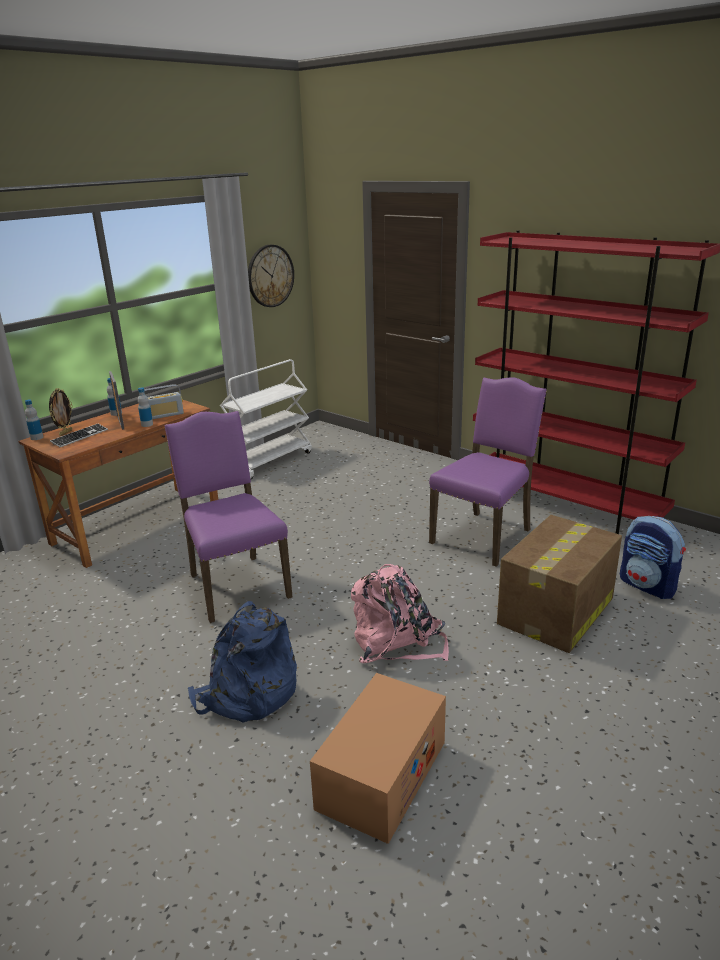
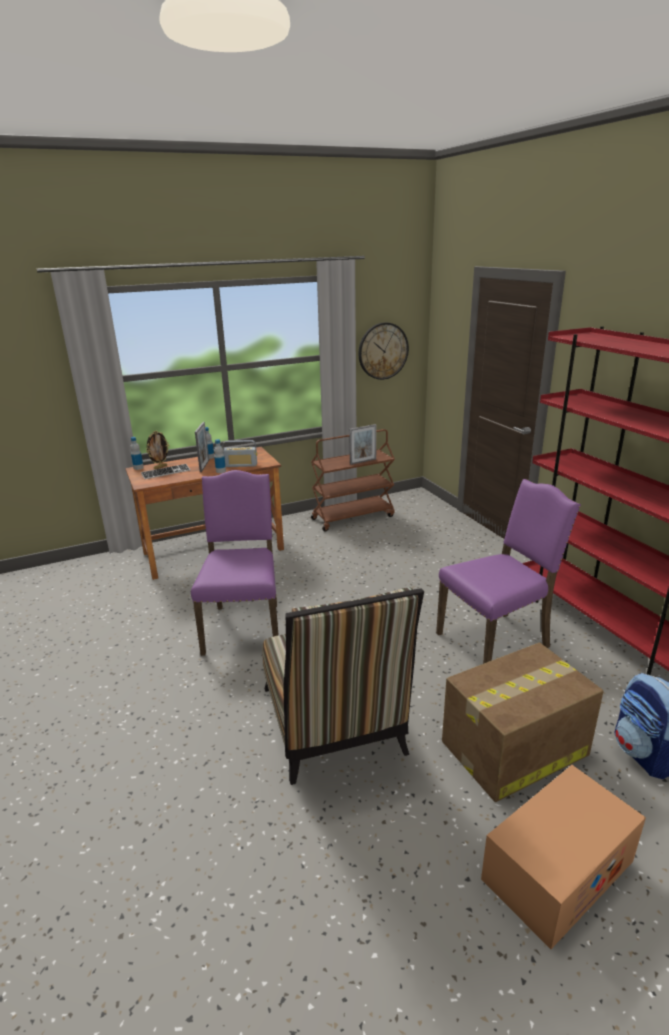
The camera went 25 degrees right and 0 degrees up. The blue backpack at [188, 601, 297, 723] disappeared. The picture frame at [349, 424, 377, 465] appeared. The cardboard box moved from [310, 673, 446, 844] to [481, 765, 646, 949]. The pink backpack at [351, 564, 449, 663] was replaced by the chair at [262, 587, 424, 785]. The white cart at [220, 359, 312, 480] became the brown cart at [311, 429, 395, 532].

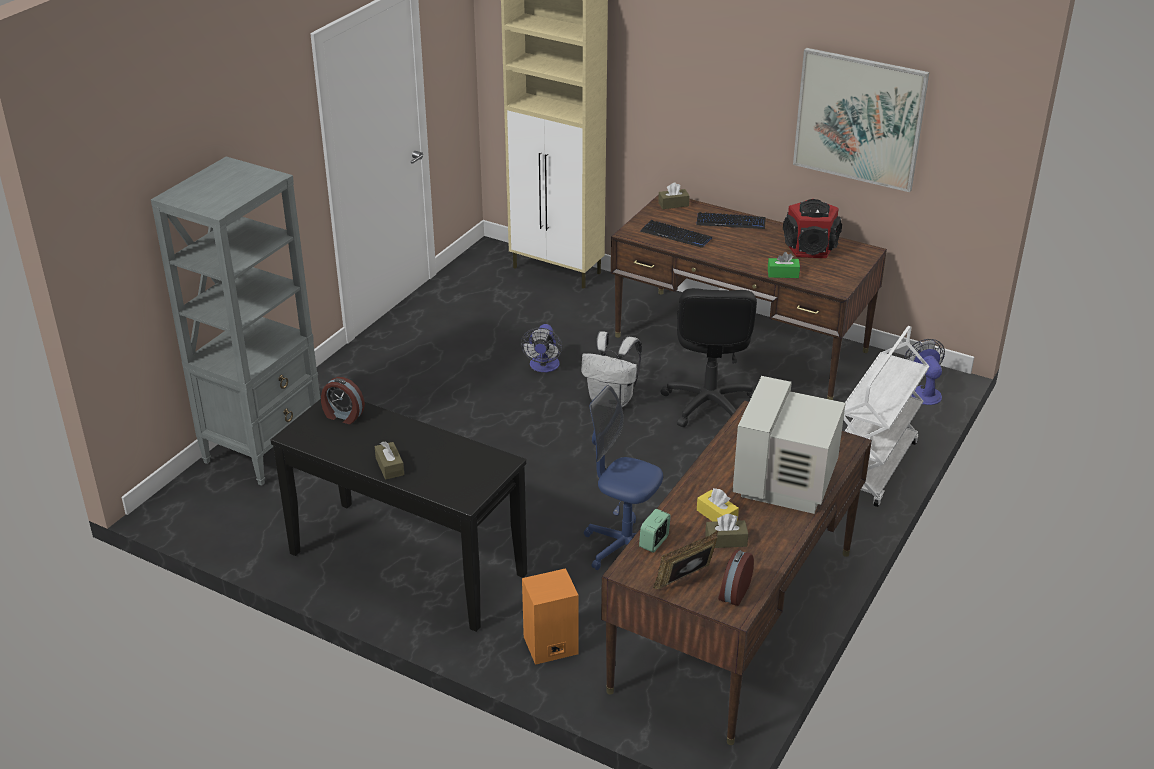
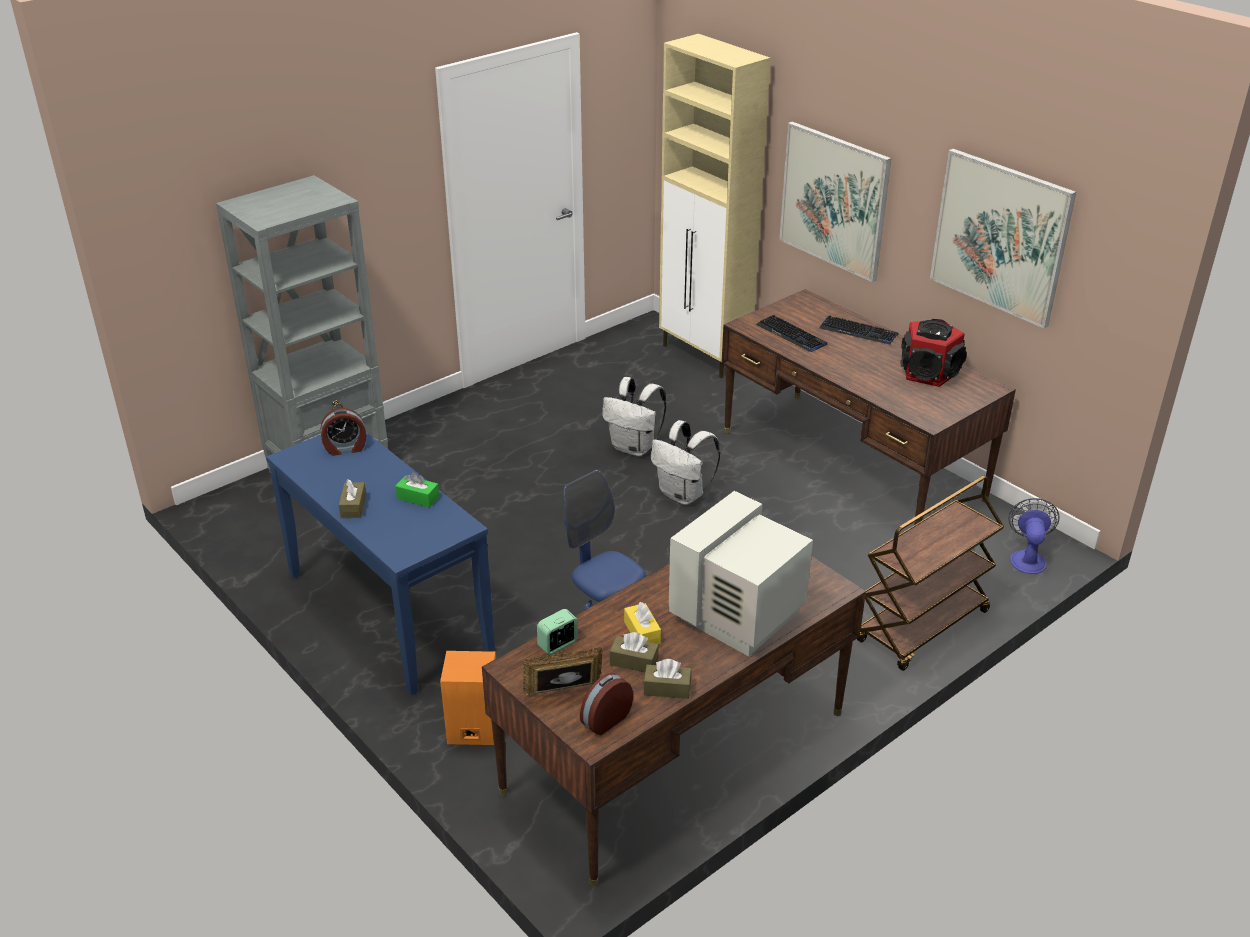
The camera went 20 degrees right and 0 degrees up. The black office chair at [660, 288, 757, 427] disappeared. The picture at [779, 122, 891, 282] appeared. The brown tissue box moved from [658, 182, 689, 209] to [644, 659, 692, 699]. The green tissue box moved from [768, 252, 800, 278] to [395, 472, 439, 508]. The fan at [521, 324, 562, 372] was replaced by the white backpack at [602, 377, 666, 456]. The black console table at [271, 399, 527, 632] became the blue console table at [266, 432, 495, 695]. The white cart at [843, 326, 929, 507] became the brown cart at [857, 476, 1004, 671]. The alarm clock at [321, 377, 365, 424] turned 60 degrees counterclockwise.

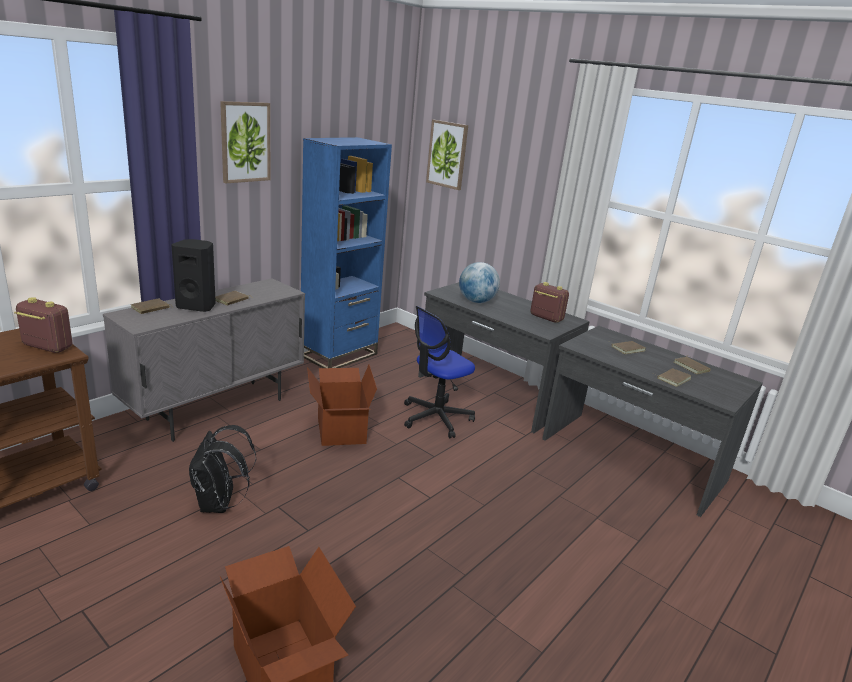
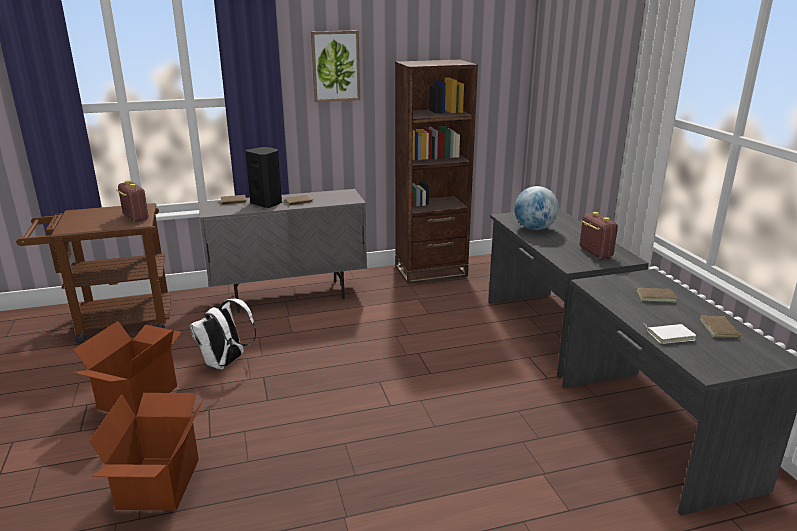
The camera went 35 degrees right and 0 degrees up. The office chair at [404, 306, 475, 438] disappeared. The picture at [426, 120, 468, 190] disappeared. The cardboard box moved from [307, 365, 377, 446] to [71, 321, 182, 416]. The black backpack at [189, 425, 256, 513] became the white backpack at [189, 298, 256, 370]. The blue bookcase at [301, 137, 392, 368] became the brown bookcase at [395, 60, 478, 284]. The brown book at [654, 368, 691, 387] became the white book at [645, 324, 697, 344].

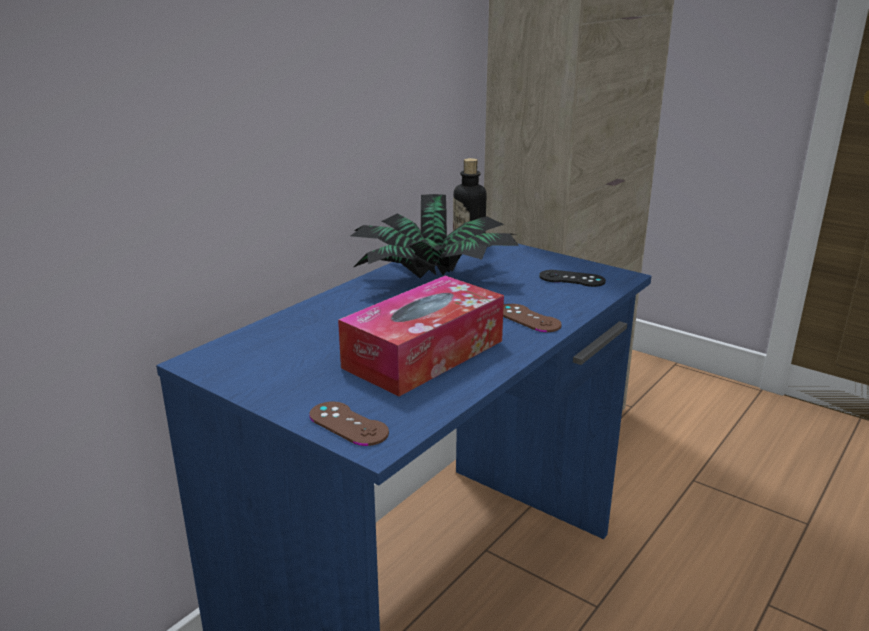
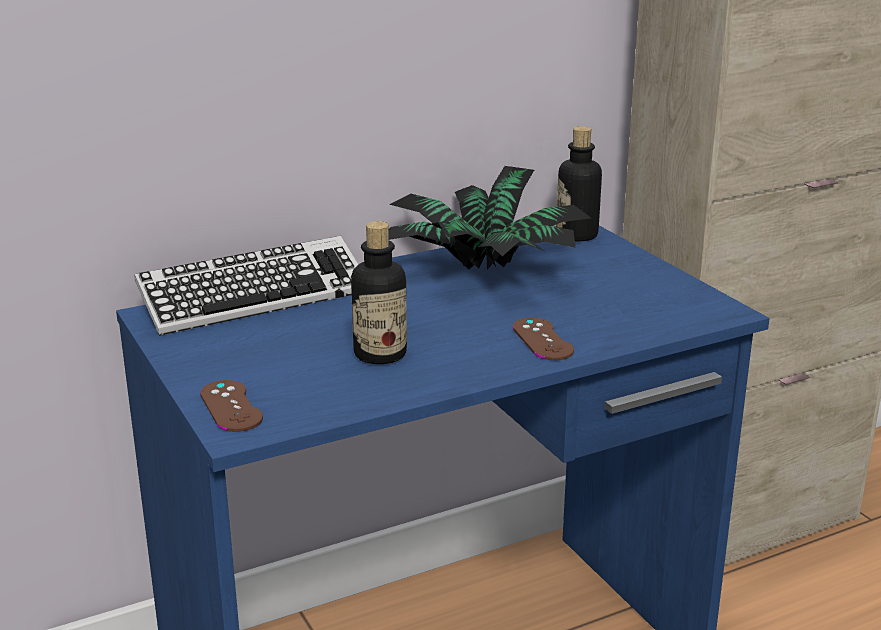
The camera went 25 degrees right and 0 degrees up. The black game controller at [539, 270, 606, 287] disappeared. The keyboard at [134, 236, 358, 336] appeared. The tissue box at [338, 275, 504, 396] was replaced by the bottle at [351, 221, 407, 364].

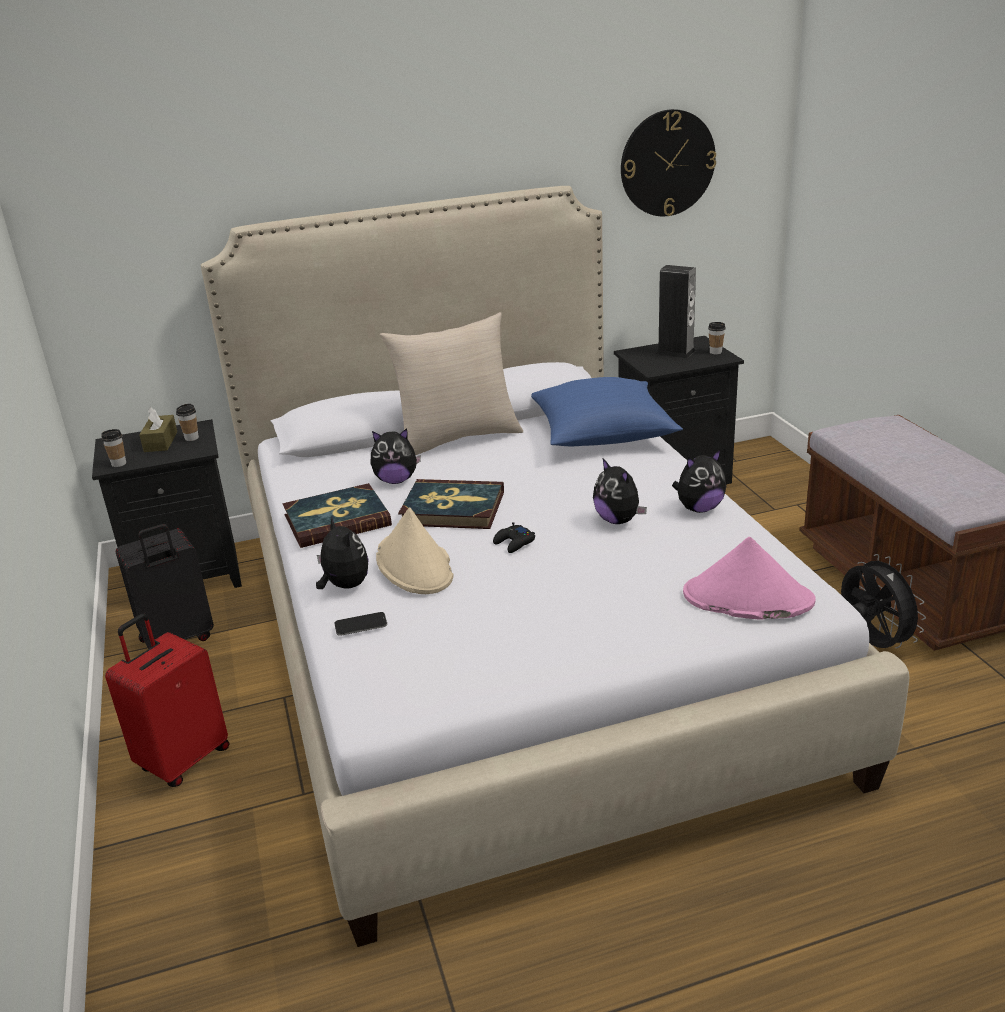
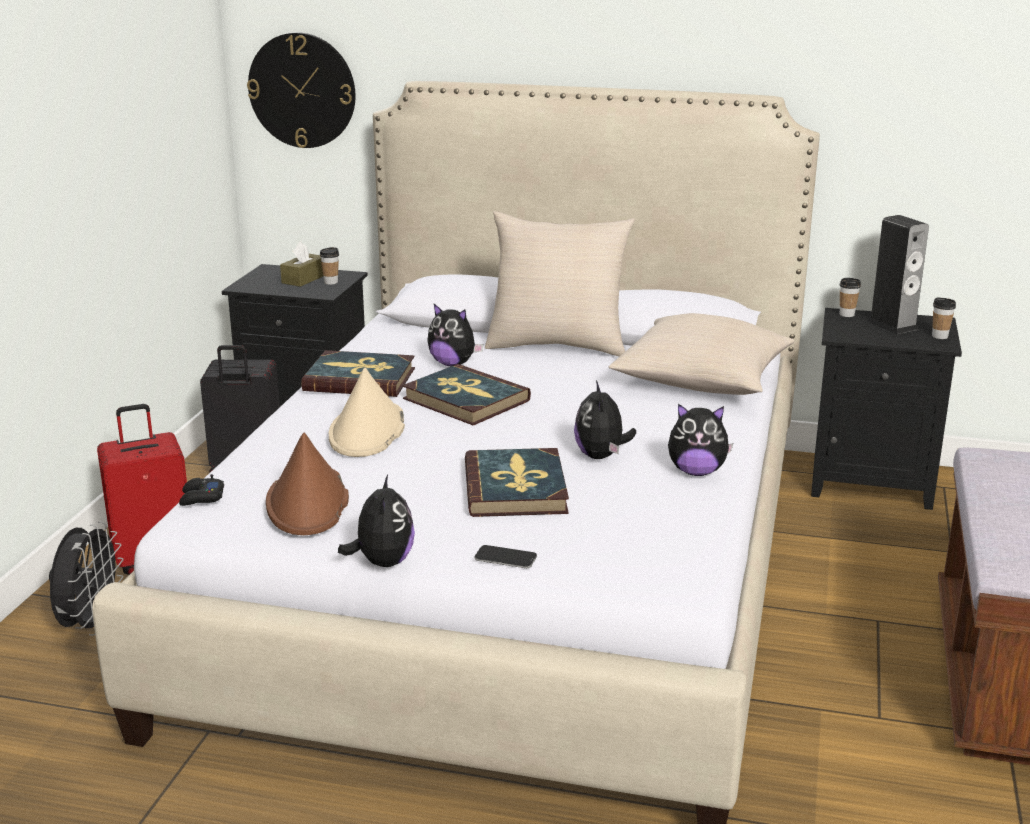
The camera went 30 degrees right and 5 degrees down. The pink hat at [683, 537, 816, 619] disappeared. The brown hat at [266, 432, 349, 535] appeared. The book at [465, 448, 569, 517] appeared. The cup moved from [101, 429, 126, 467] to [840, 278, 861, 317]. The plush toy moved from [316, 517, 368, 589] to [338, 475, 415, 567]. The phone moved from [335, 612, 387, 636] to [475, 545, 537, 568]. The black game controller moved from [493, 522, 535, 553] to [179, 474, 224, 506]. The wall clock moved from [621, 109, 716, 216] to [247, 32, 355, 148]. The black fan moved from [841, 554, 926, 648] to [49, 521, 124, 636]. The blue pillow at [531, 377, 683, 446] became the beige pillow at [608, 313, 795, 395].

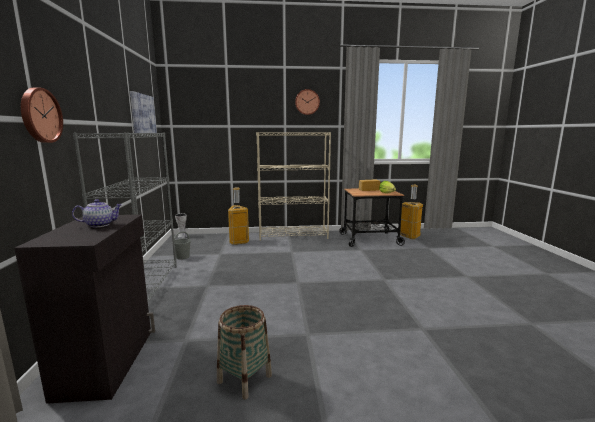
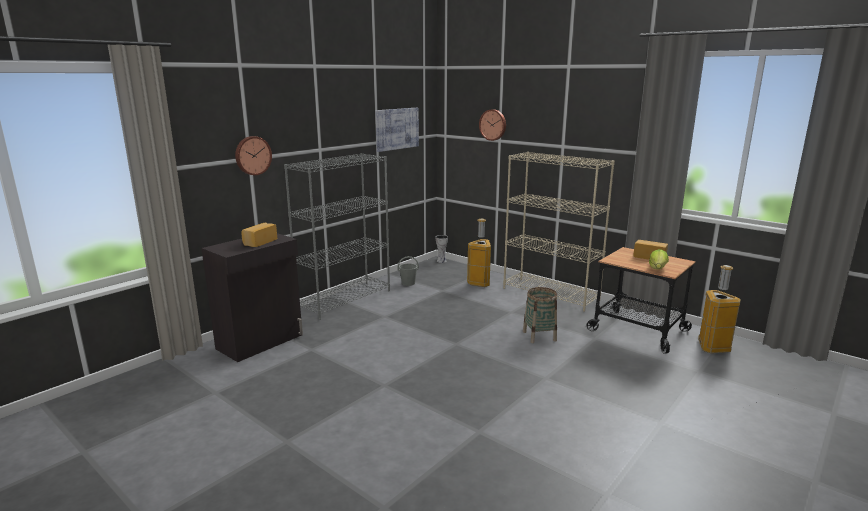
The camera went 45 degrees right and 5 degrees up. The basket moved from [217, 305, 272, 400] to [523, 287, 557, 343]. The wall clock moved from [295, 89, 320, 115] to [479, 109, 506, 141]. The teapot at [72, 199, 123, 227] was replaced by the bread at [242, 223, 277, 247].

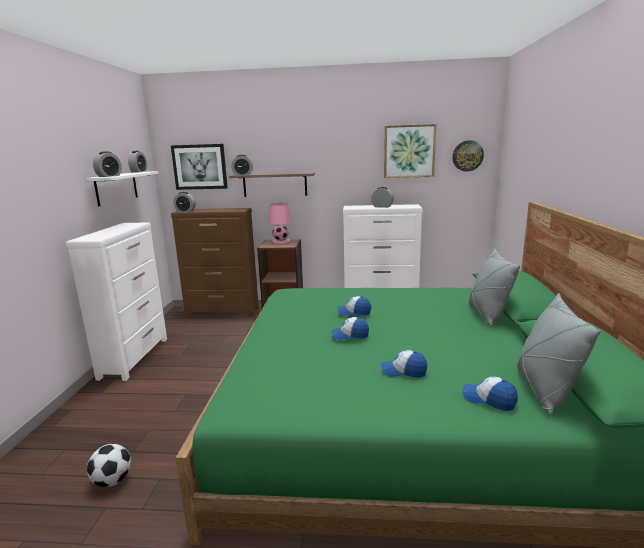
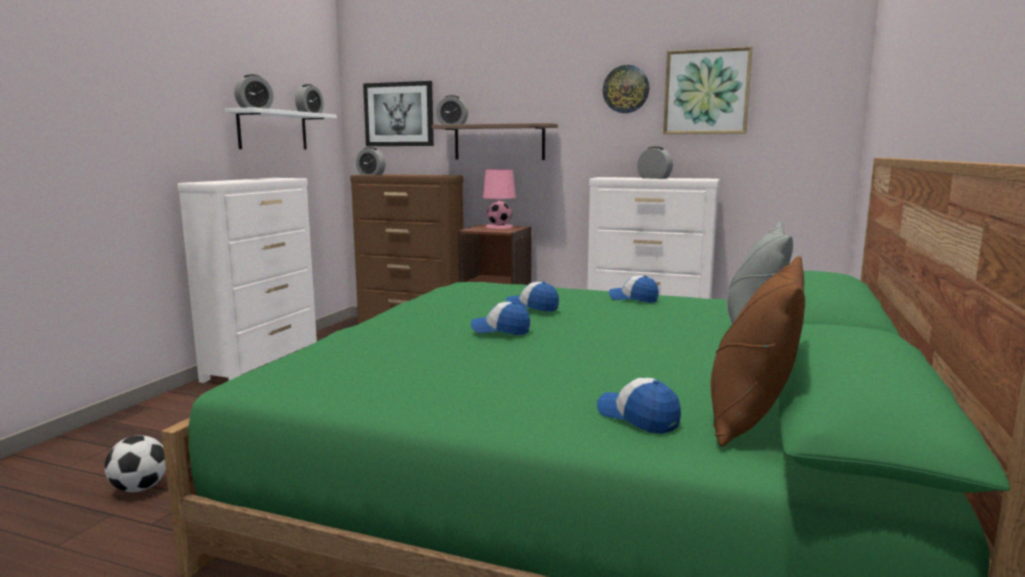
The camera went 15 degrees right and 5 degrees down. The cap moved from [381, 350, 427, 378] to [609, 275, 659, 303]. The wall clock moved from [452, 140, 484, 172] to [603, 65, 650, 113]. The grey pillow at [517, 293, 601, 415] became the brown pillow at [711, 256, 805, 447].

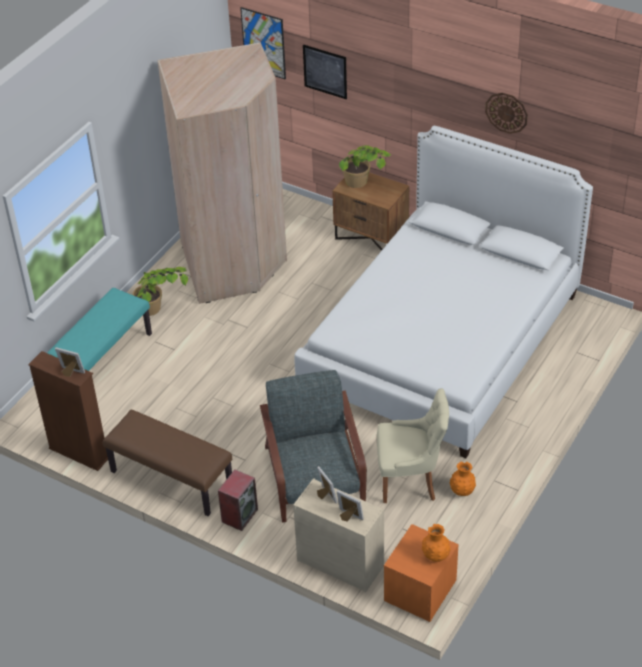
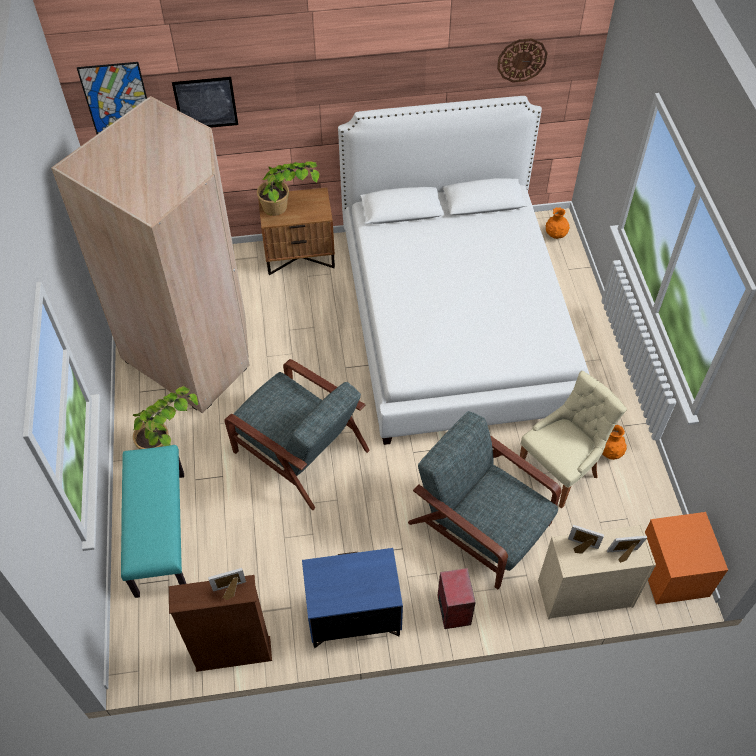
The camera went 40 degrees left and 10 degrees up. The grey armchair at [224, 359, 370, 510] appeared. The orange vase moved from [422, 524, 451, 562] to [546, 208, 570, 239]. The wall clock moved from [485, 93, 528, 134] to [497, 38, 548, 83]. The brown bench at [103, 410, 232, 516] was replaced by the blue nightstand at [302, 548, 403, 648].

